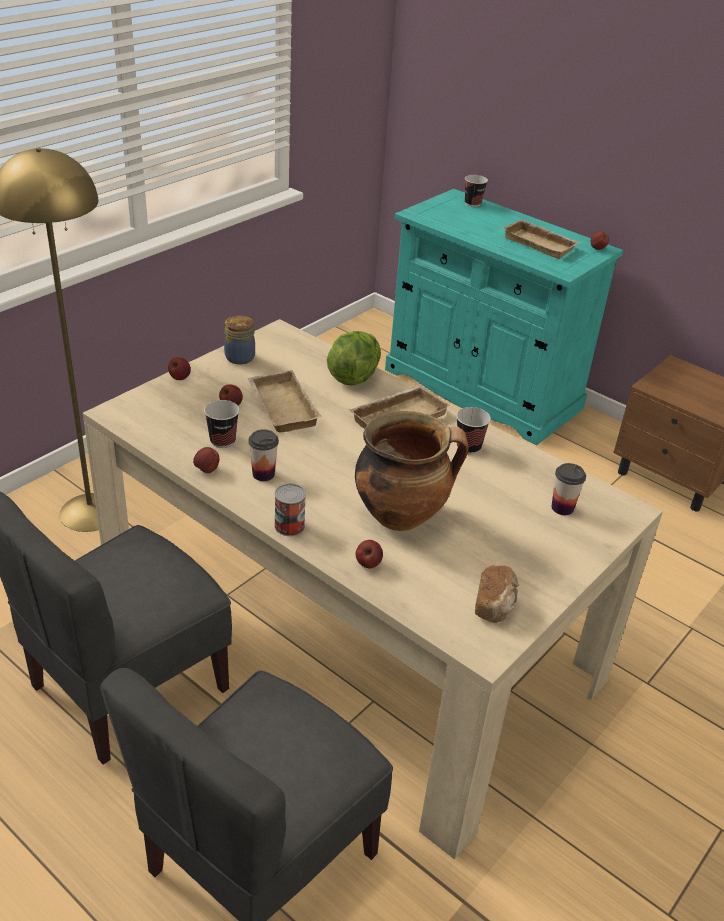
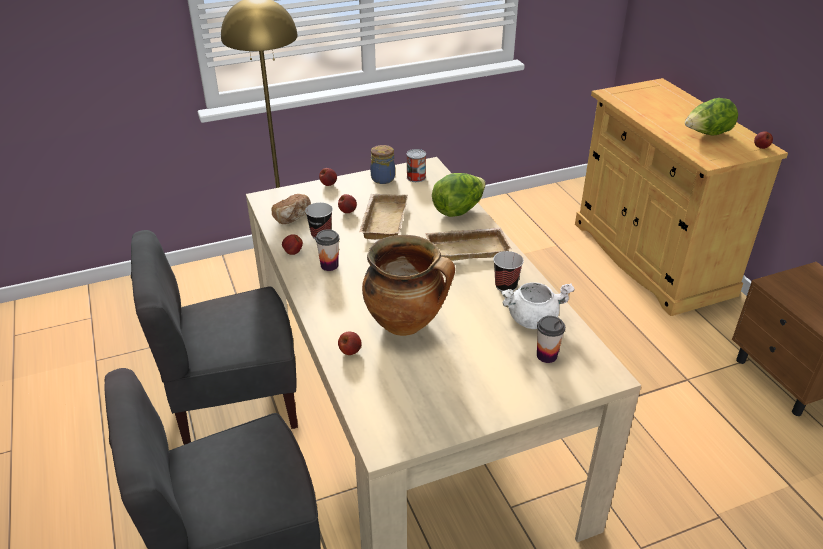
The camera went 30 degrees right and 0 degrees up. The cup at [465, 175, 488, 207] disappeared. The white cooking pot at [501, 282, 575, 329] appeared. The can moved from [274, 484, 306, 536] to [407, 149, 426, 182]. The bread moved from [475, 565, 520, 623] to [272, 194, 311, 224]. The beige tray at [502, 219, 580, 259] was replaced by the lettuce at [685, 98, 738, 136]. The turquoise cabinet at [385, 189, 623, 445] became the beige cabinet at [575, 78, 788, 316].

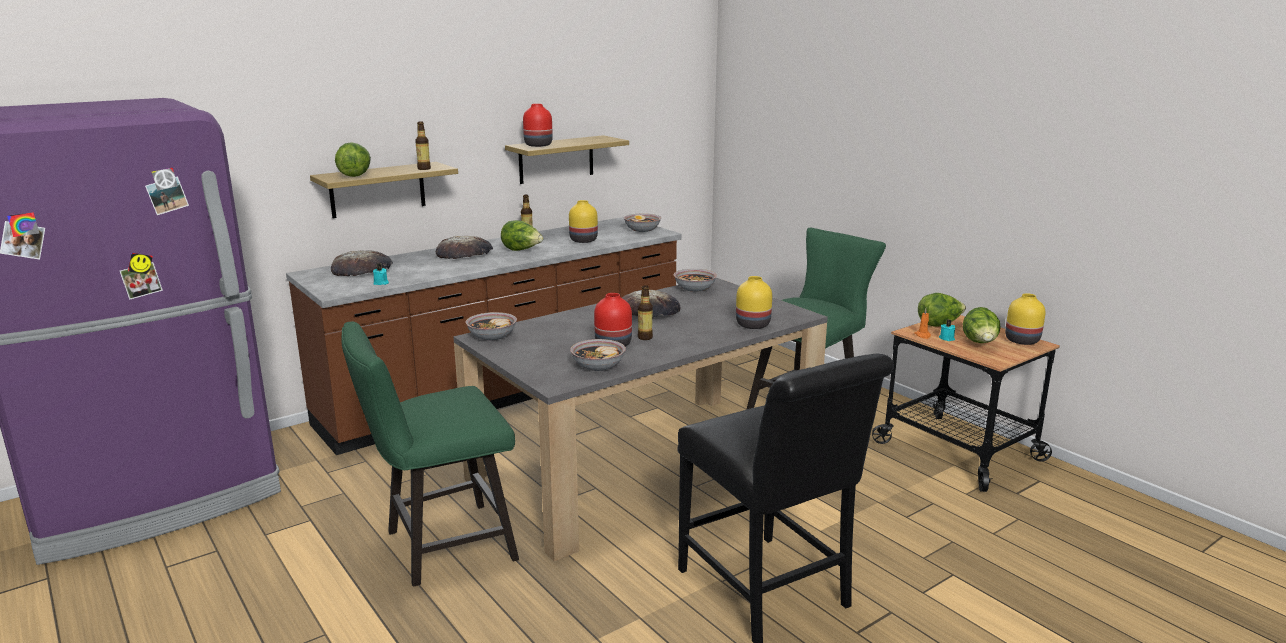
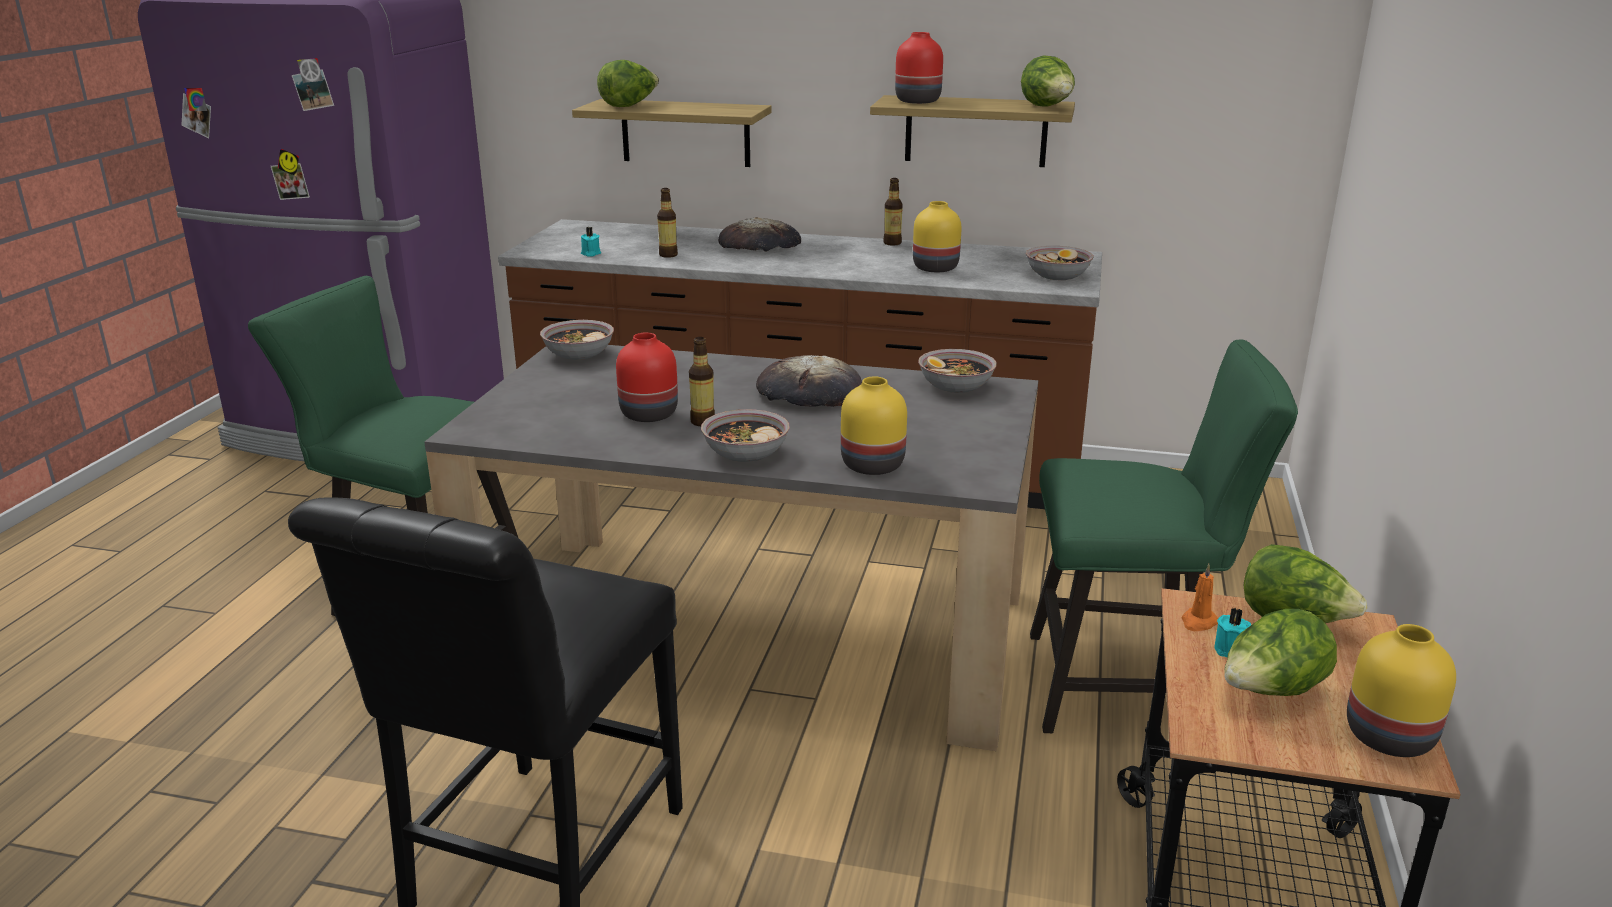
The camera went 50 degrees right and 5 degrees up. The bread at [331, 250, 393, 276] disappeared. The bottle moved from [415, 122, 431, 170] to [657, 188, 678, 258]. The lettuce moved from [501, 220, 543, 251] to [1021, 55, 1075, 107]. The bowl moved from [570, 339, 626, 371] to [701, 409, 790, 462].

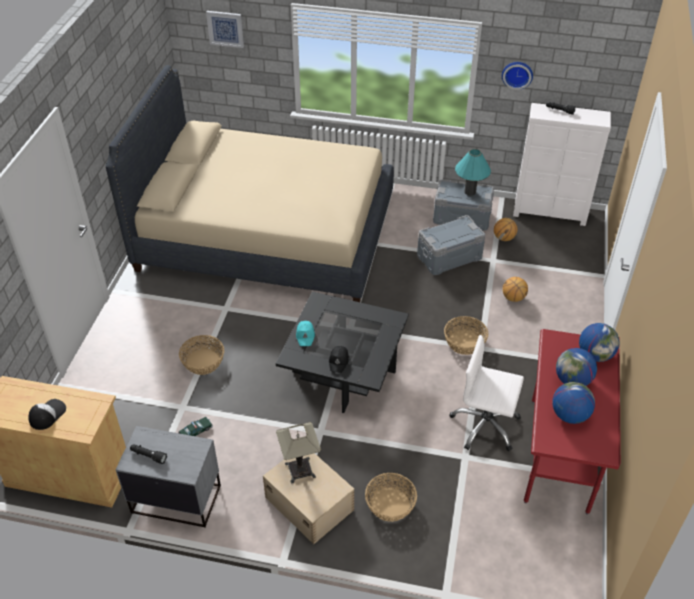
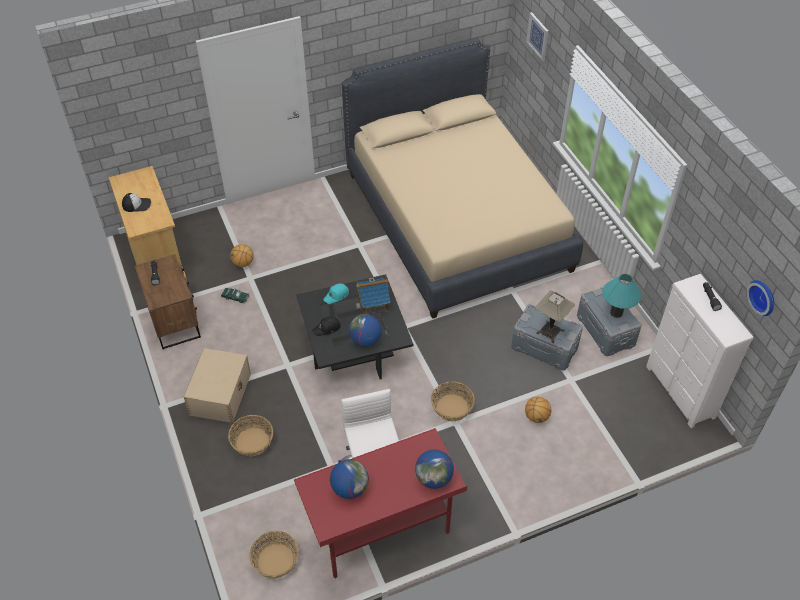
The camera went 55 degrees right and 5 degrees up. The toy house at [356, 278, 390, 314] appeared. The basket moved from [179, 335, 224, 375] to [249, 531, 299, 578]. The table lamp moved from [276, 422, 321, 484] to [535, 291, 575, 343]. The basketball moved from [494, 218, 517, 241] to [230, 244, 254, 267]. The wall clock moved from [502, 62, 533, 90] to [747, 280, 774, 316]. The globe moved from [556, 348, 597, 386] to [349, 314, 382, 347]. The grey nightstand at [115, 426, 221, 528] became the brown nightstand at [135, 254, 201, 350].

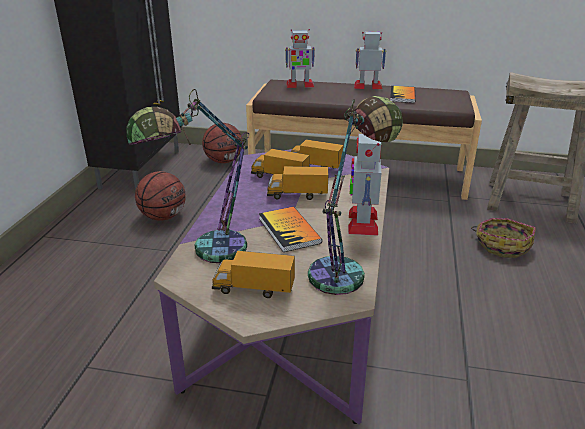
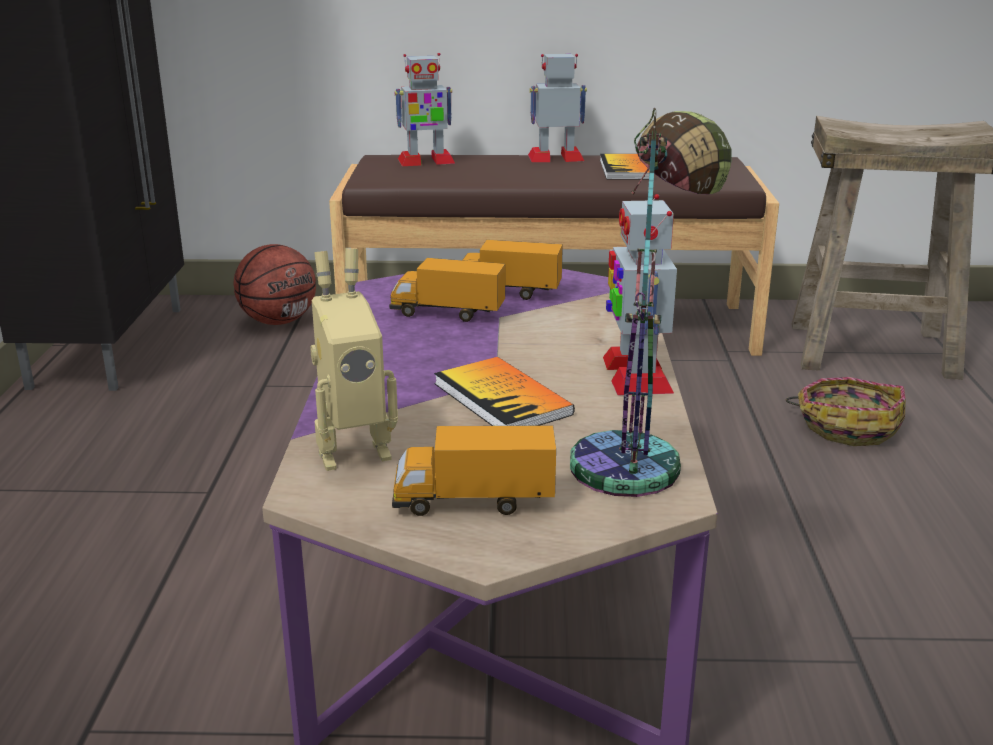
The camera went 10 degrees left and 5 degrees down. The basketball at [135, 171, 186, 221] disappeared. The toy truck at [267, 166, 328, 200] disappeared. The table lamp at [126, 89, 249, 263] was replaced by the toy robot at [310, 248, 398, 471].

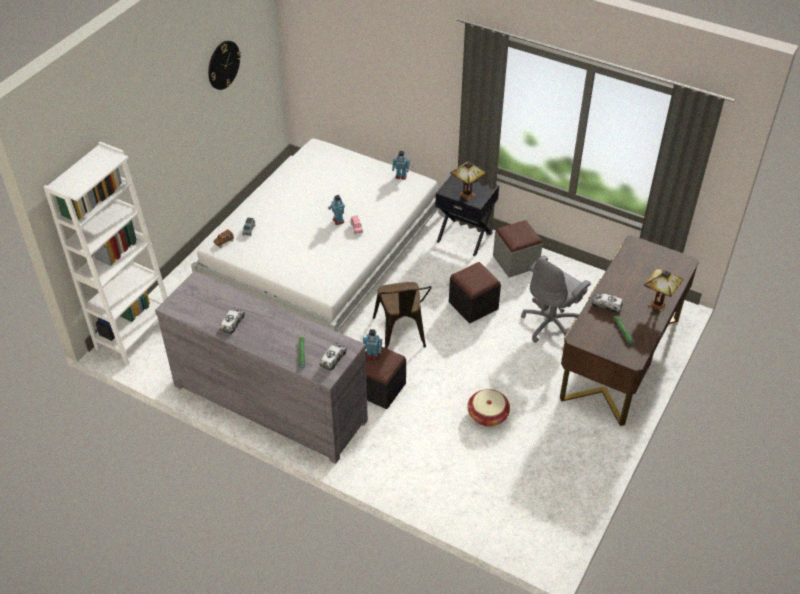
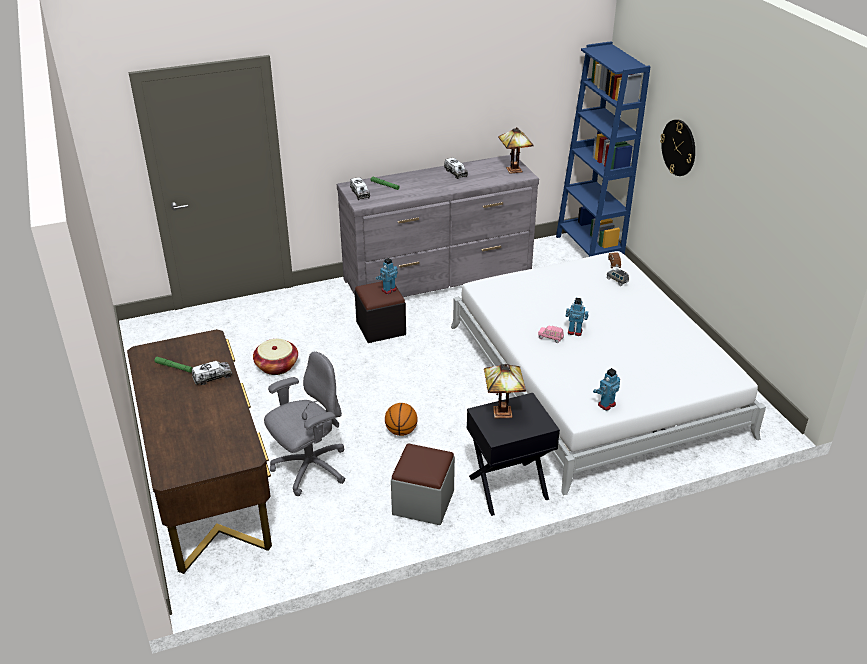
The camera went 130 degrees right and 10 degrees down. The brown chair at [373, 282, 432, 349] disappeared. The wall clock moved from [208, 41, 241, 90] to [660, 119, 695, 176]. The table lamp moved from [644, 268, 683, 312] to [498, 127, 534, 174]. The black ottoman at [449, 262, 501, 323] was replaced by the basketball at [385, 403, 418, 436]. The white bookcase at [44, 142, 168, 365] became the blue bookcase at [556, 41, 651, 257]. The grey office chair at [521, 256, 591, 343] turned 60 degrees clockwise.

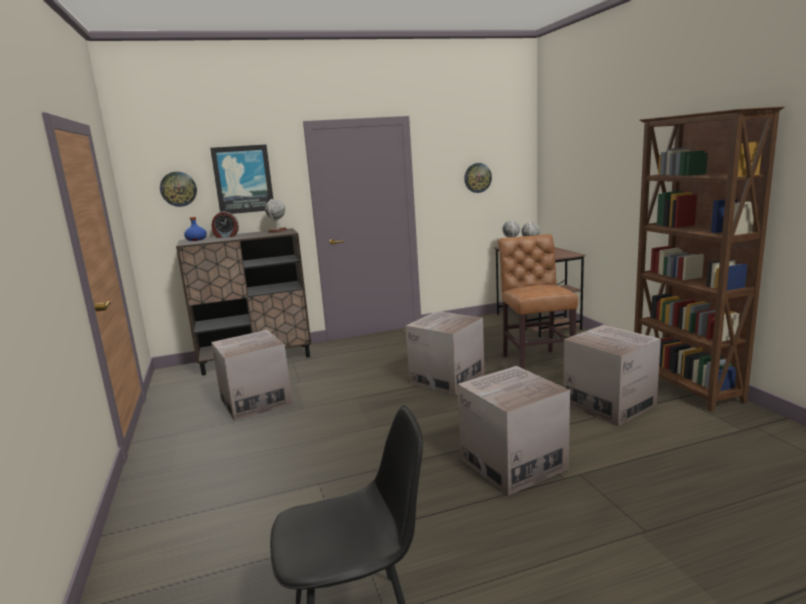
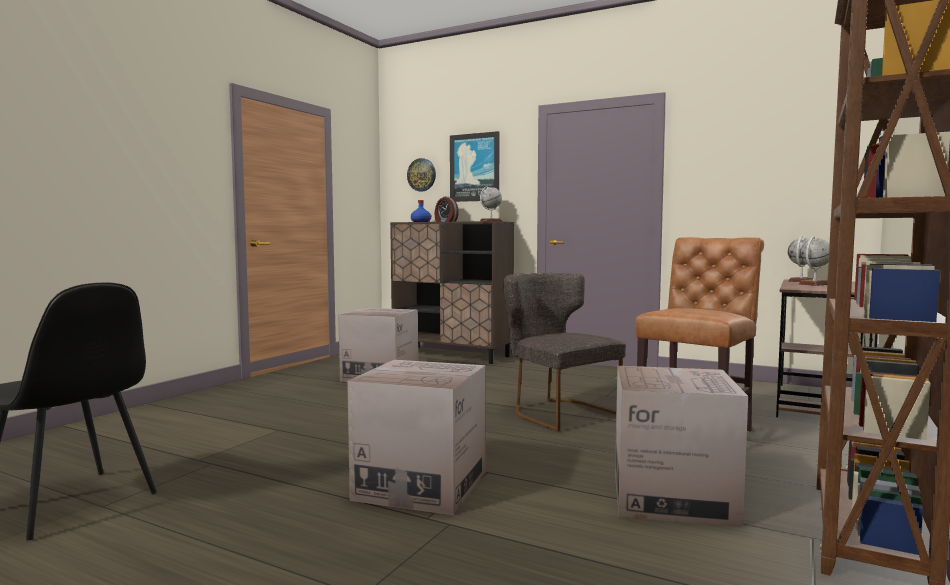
The camera went 45 degrees right and 10 degrees down. The wall clock at [464, 163, 492, 193] disappeared. The cardboard box at [405, 311, 485, 395] was replaced by the grey chair at [503, 273, 626, 431].

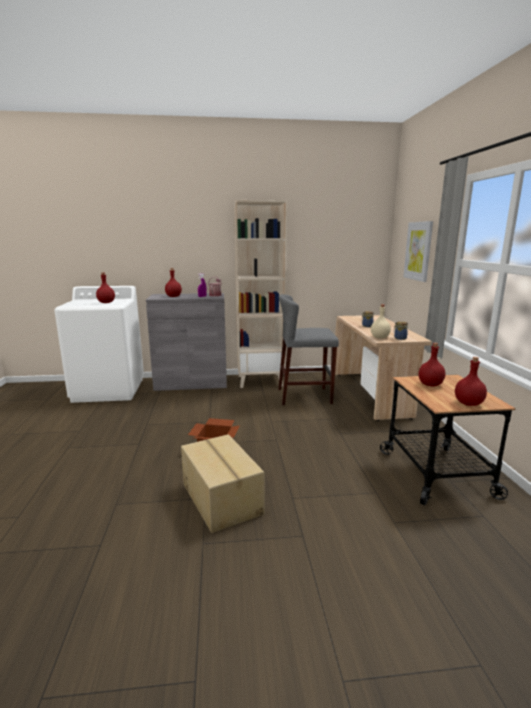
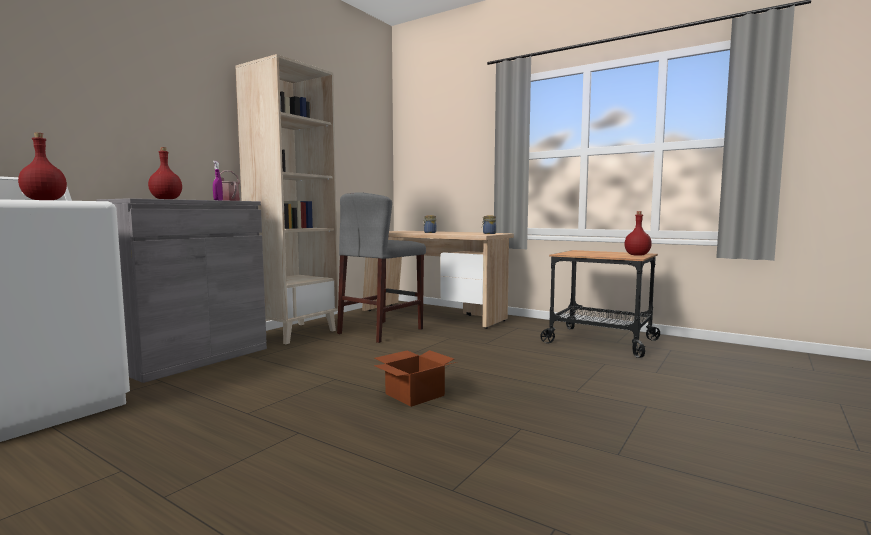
The camera went 50 degrees left and 10 degrees down. The cardboard box at [181, 434, 264, 533] disappeared. The beige bottle at [371, 304, 391, 338] disappeared. The picture at [403, 221, 433, 282] disappeared. The red bottle at [419, 343, 445, 387] disappeared.

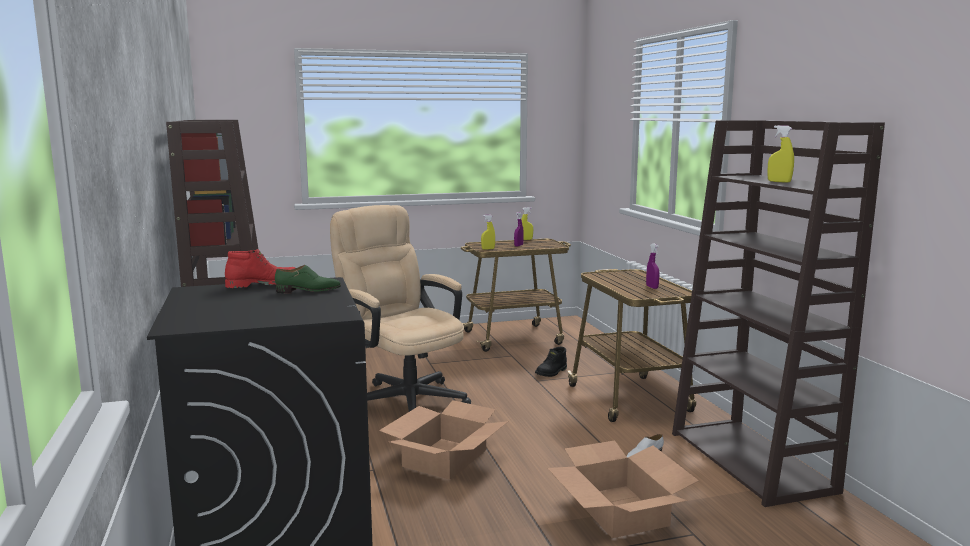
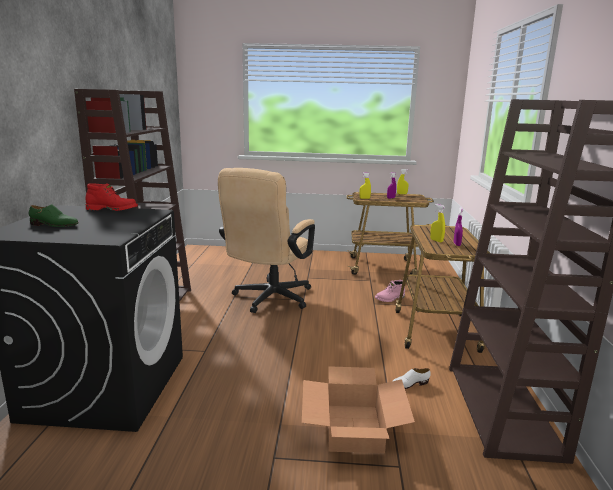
The camera went 20 degrees right and 5 degrees up. The cardboard box at [379, 400, 509, 480] disappeared. The green shoe moved from [275, 265, 341, 293] to [29, 204, 79, 227]. The yellow spray bottle moved from [767, 125, 794, 183] to [430, 204, 445, 242]. The black boot at [535, 347, 567, 377] became the pink boot at [375, 280, 405, 302]. The beige office chair at [330, 205, 471, 412] turned 135 degrees counterclockwise.

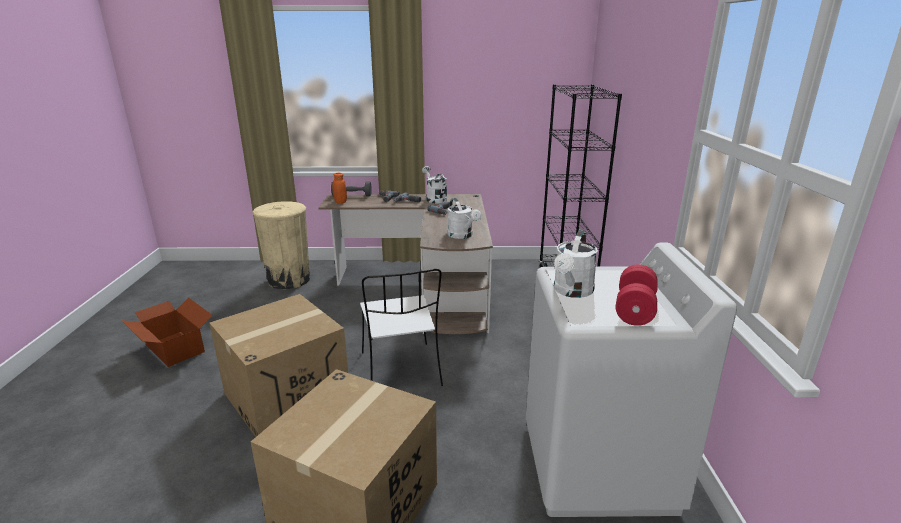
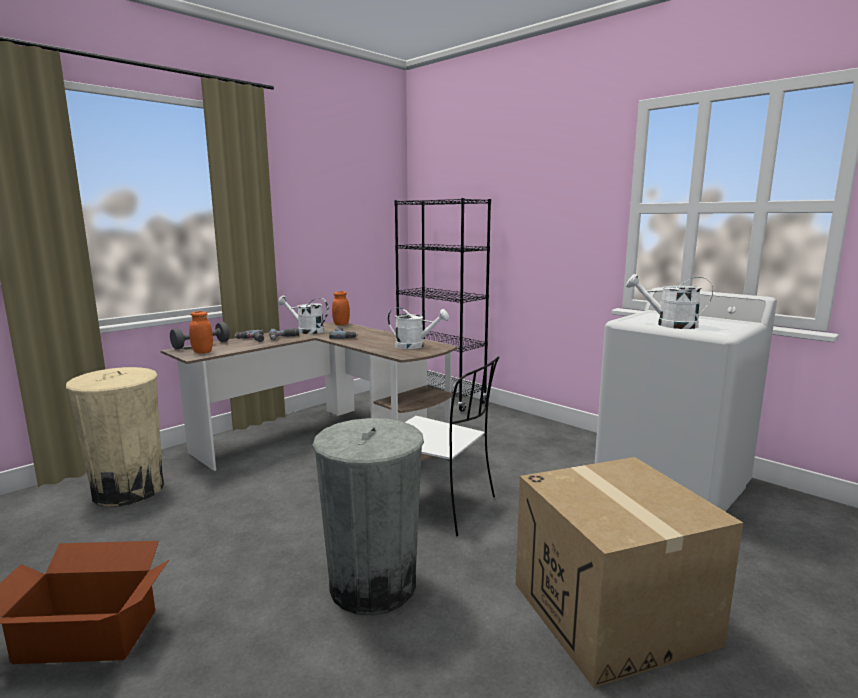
The camera went 45 degrees left and 10 degrees down. The red dumbbell at [616, 264, 658, 326] disappeared. The orange jar at [332, 291, 350, 325] appeared. The cardboard box at [209, 294, 348, 437] was replaced by the grey trash can at [313, 418, 424, 615]. The white watering can at [554, 230, 598, 298] turned 135 degrees clockwise.

